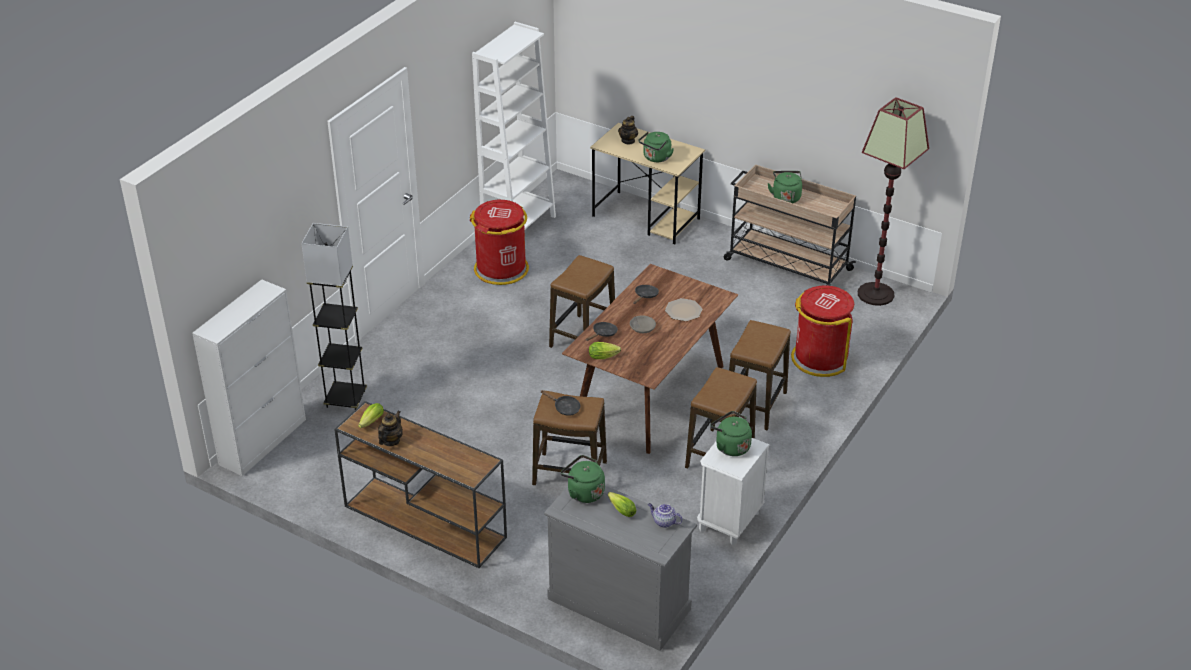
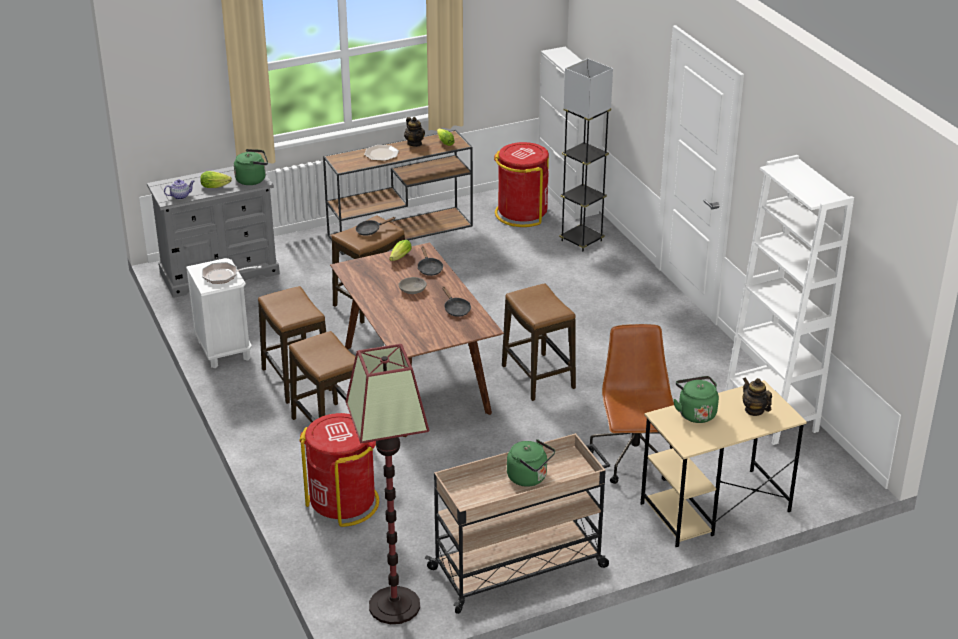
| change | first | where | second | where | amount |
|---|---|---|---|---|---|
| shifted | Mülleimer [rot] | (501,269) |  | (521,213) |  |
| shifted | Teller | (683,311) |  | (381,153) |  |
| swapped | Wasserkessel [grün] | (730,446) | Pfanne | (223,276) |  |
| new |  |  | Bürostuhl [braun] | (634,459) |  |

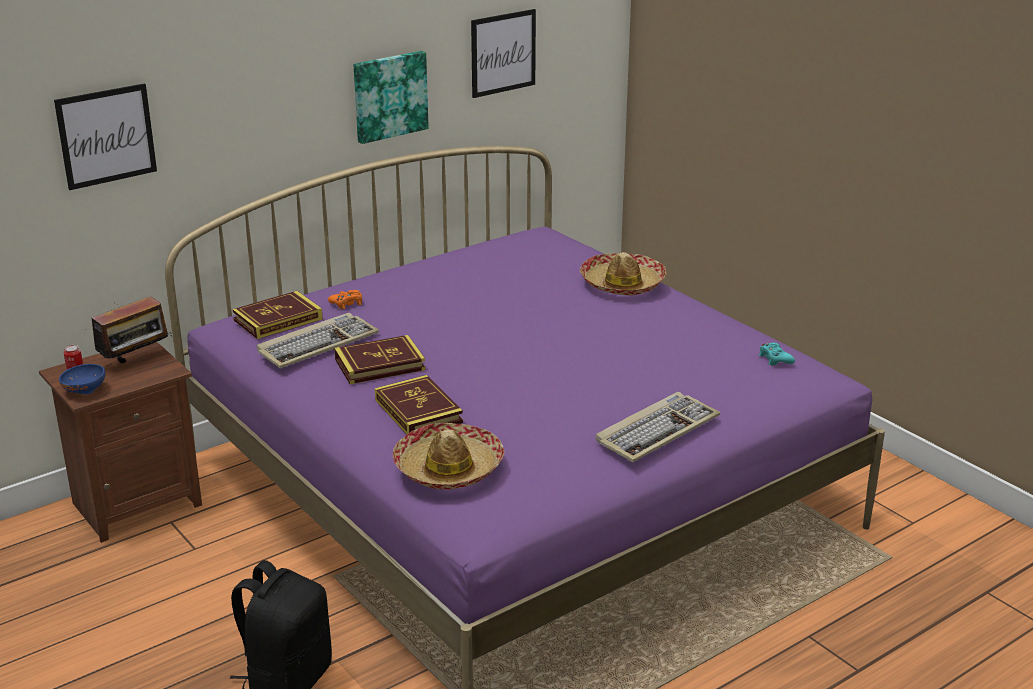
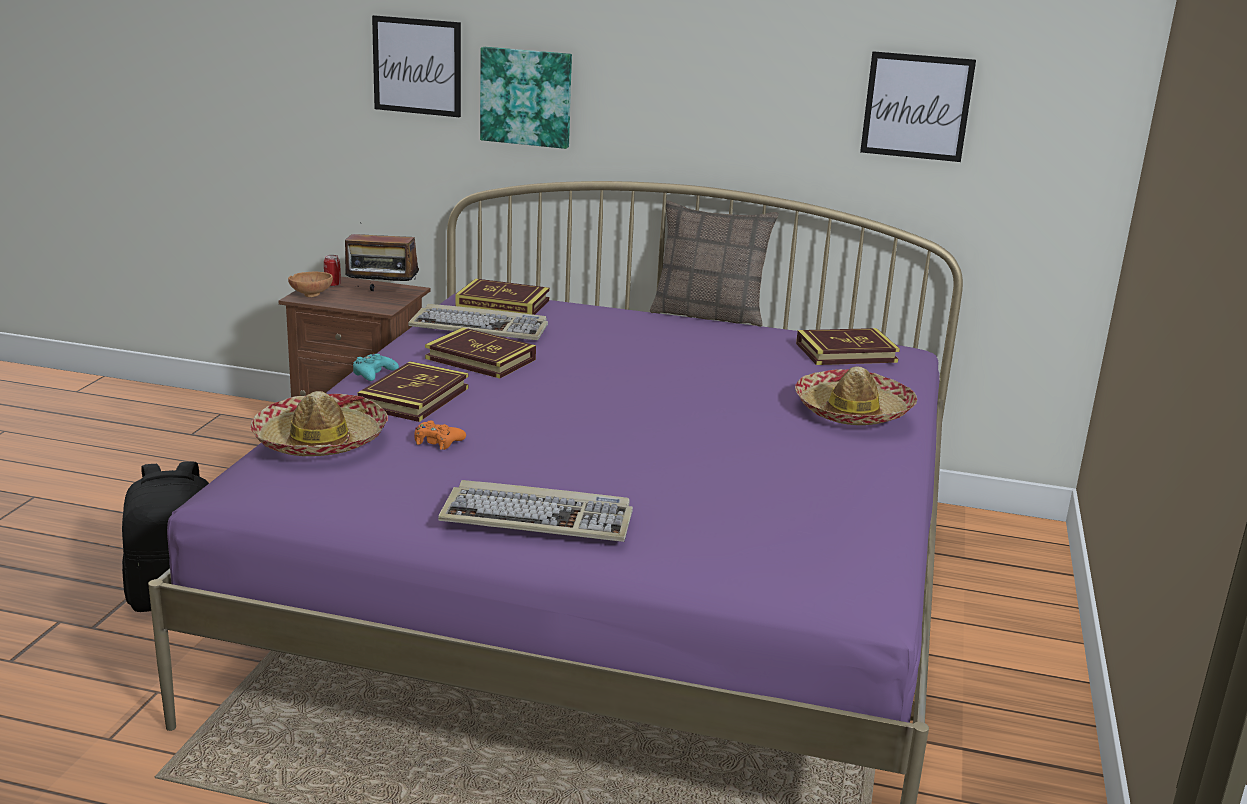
| change | first | where | second | where | amount |
|---|---|---|---|---|---|
| shifted | Bild | (389,96) |  | (526,97) |  |
| shifted | Gamepad [orange] | (347,303) |  | (437,442) |  |
| shifted | Gamepad [türkis] | (775,359) |  | (373,373) |  |
| repainted | Schüssel [blau] | (84,390) | Schüssel [braun] | (311,294) |  |
| new |  |  | Kissen | (709,314) |  |
| new |  |  | Buch | (846,353) |  |

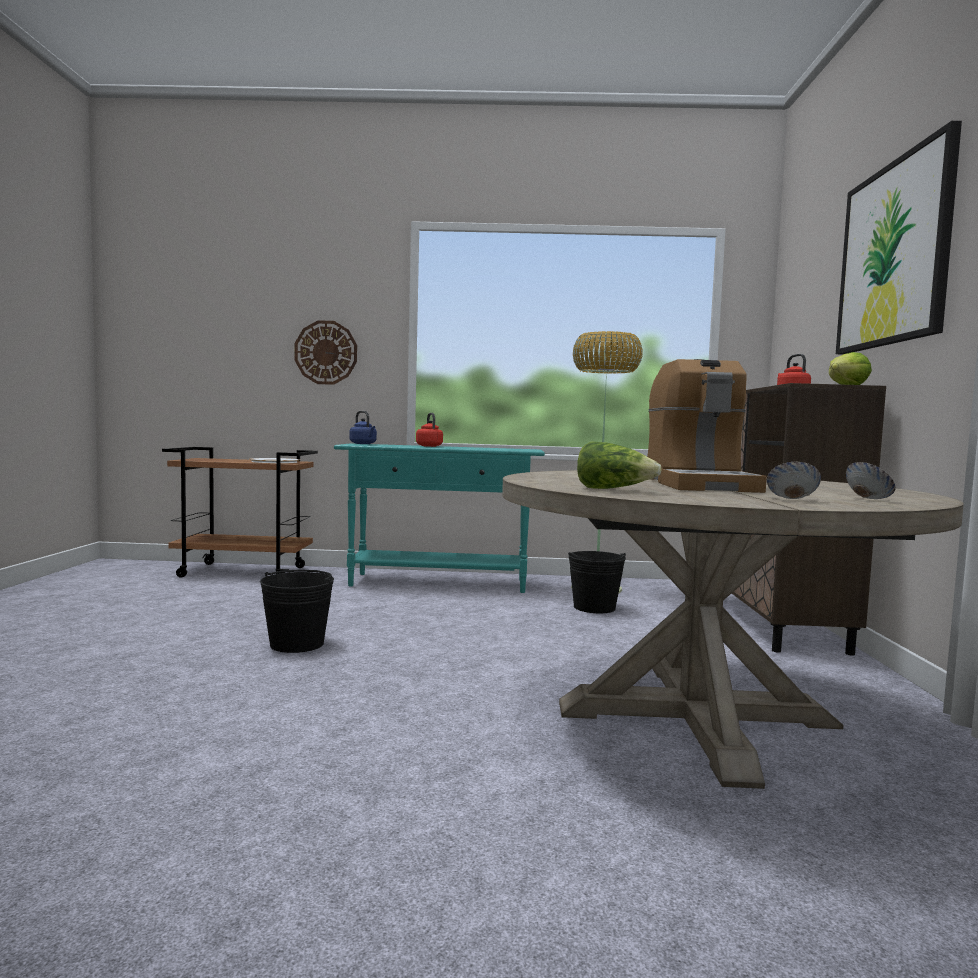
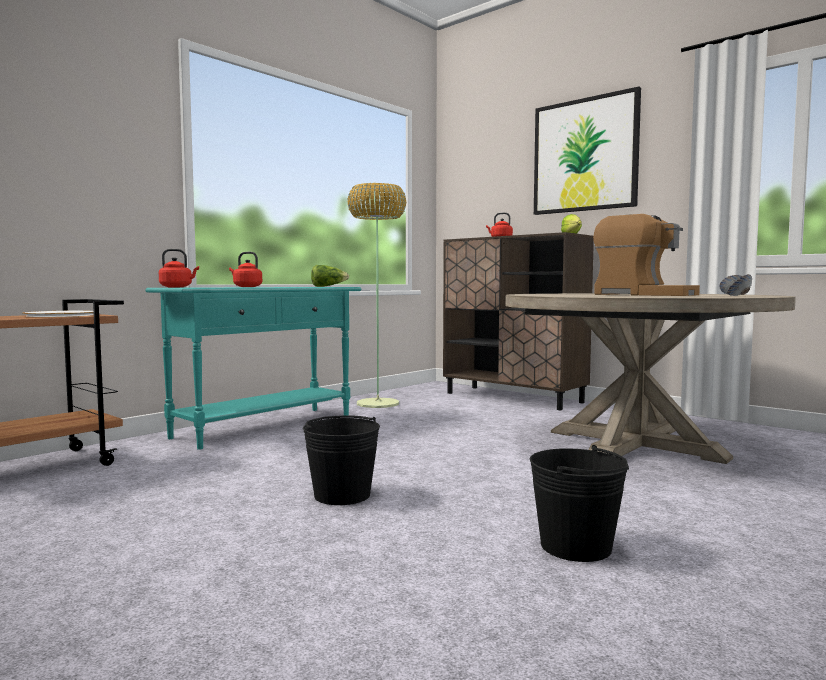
| change | first | where | second | where | amount |
|---|---|---|---|---|---|
| gone | Wanduhr | (326,352) |  |  |  |
| repainted | Wasserkessel [blau] | (364,444) | Wasserkessel [rot] | (177,287) |  |
| shifted | Salatkopf | (614,489) |  | (328,286) |  |
| shifted | Eimer [schwarz] | (594,607) |  | (576,546) |  |

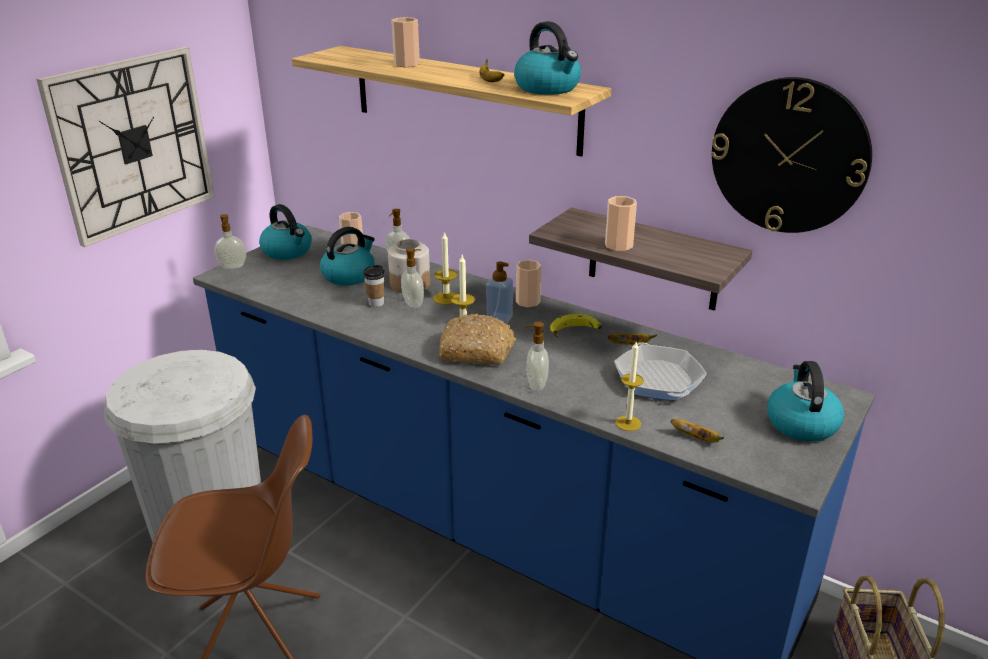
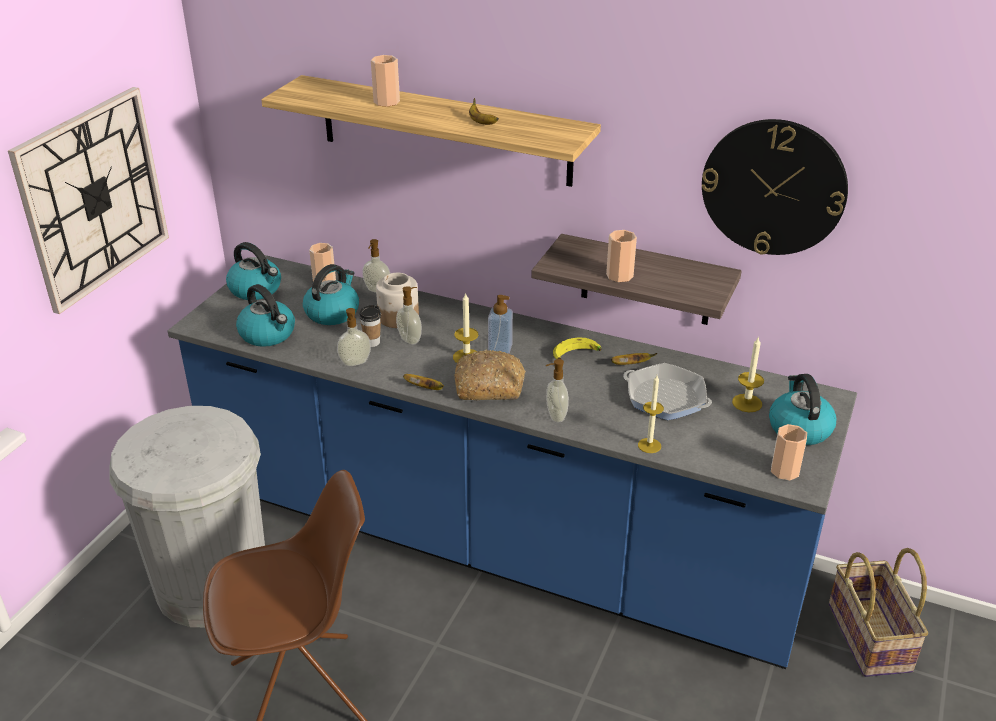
| change | first | where | second | where | amount |
|---|---|---|---|---|---|
| shifted | Wasserkessel | (548,88) |  | (268,334) |  |
| shifted | Seifenspender | (232,267) |  | (355,363) |  |
| shifted | Kerze | (446,298) |  | (747,403) |  |
| shifted | Tasse | (528,301) |  | (785,471) |  |
| rotated | Pfanne | (658,379) |  | (665,398) | 150 degrees clockwise |
| shifted | Banane | (697,438) |  | (425,388) |  |

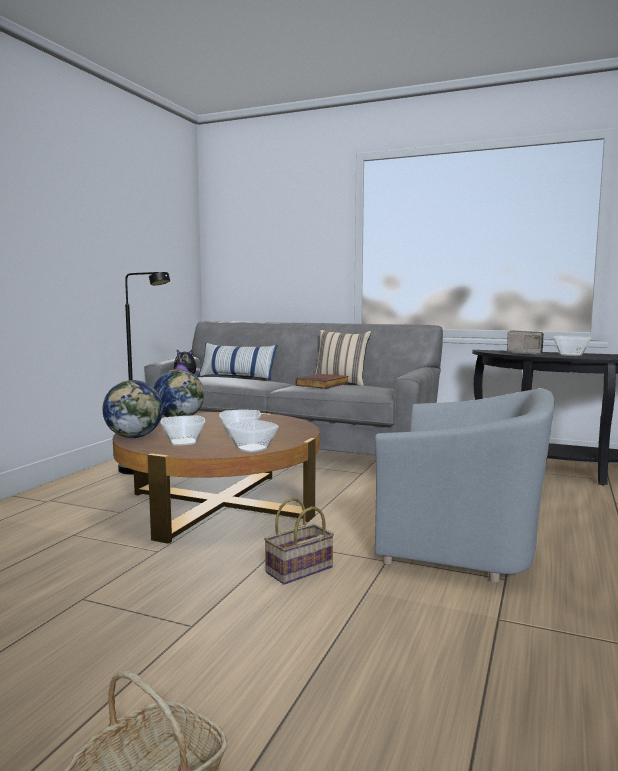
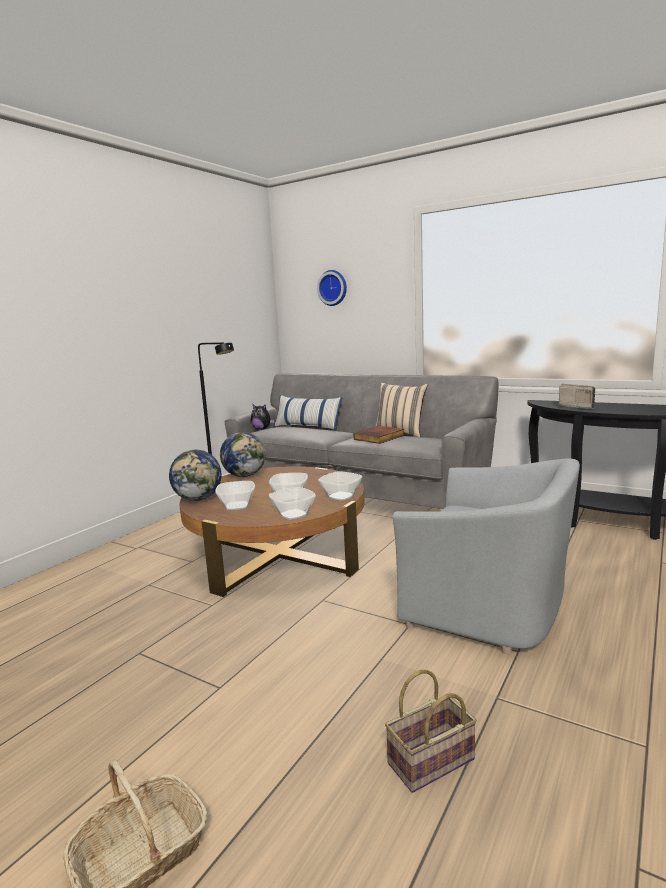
| change | first | where | second | where | amount |
|---|---|---|---|---|---|
| shifted | Schüssel | (571,355) |  | (341,496) |  |
| shifted | Korb | (298,571) |  | (430,763) |  |
| new |  |  | Wanduhr | (333,288) |  |

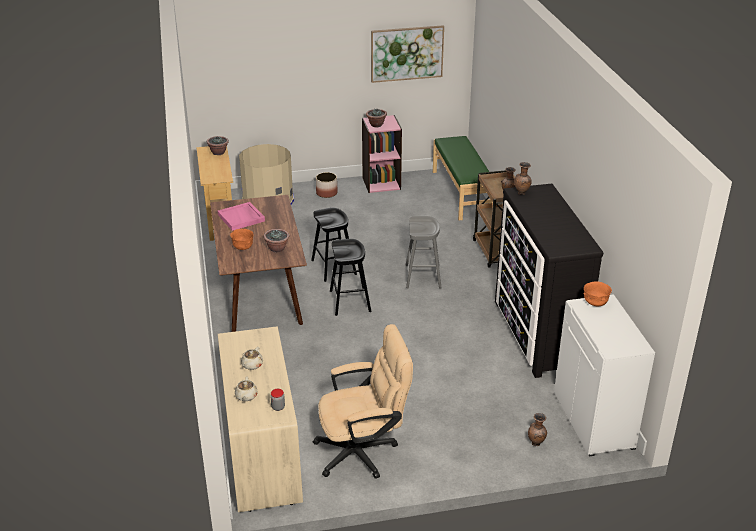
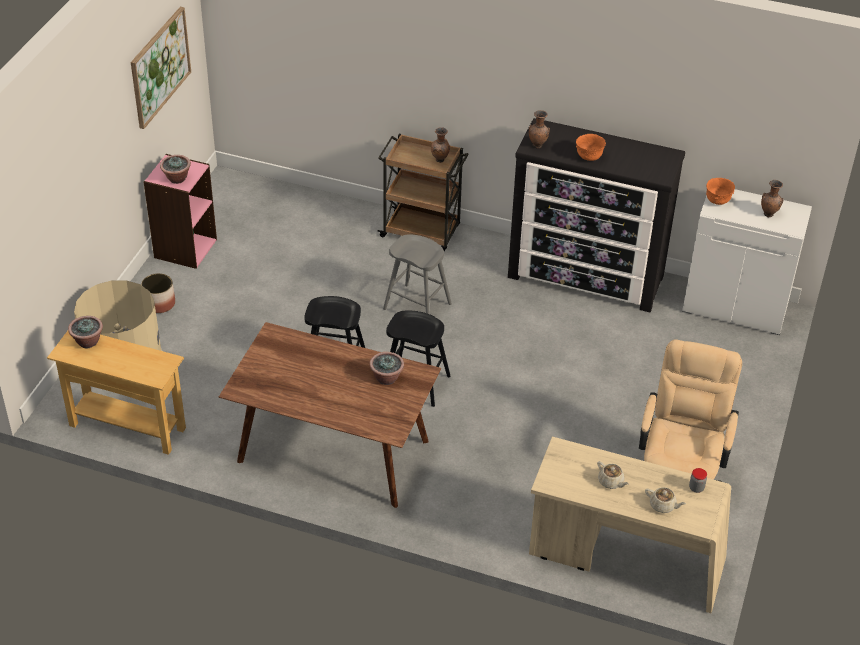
| change | first | where | second | where | amount |
|---|---|---|---|---|---|
| gone | Bank [grün] | (462,193) |  |  |  |
| gone | Tablett [rosa] | (241,218) |  |  |  |
| shifted | Schüssel [orange] | (243,247) |  | (589,157) |  |
| shifted | Vase [braun] | (536,443) |  | (769,214) |  |

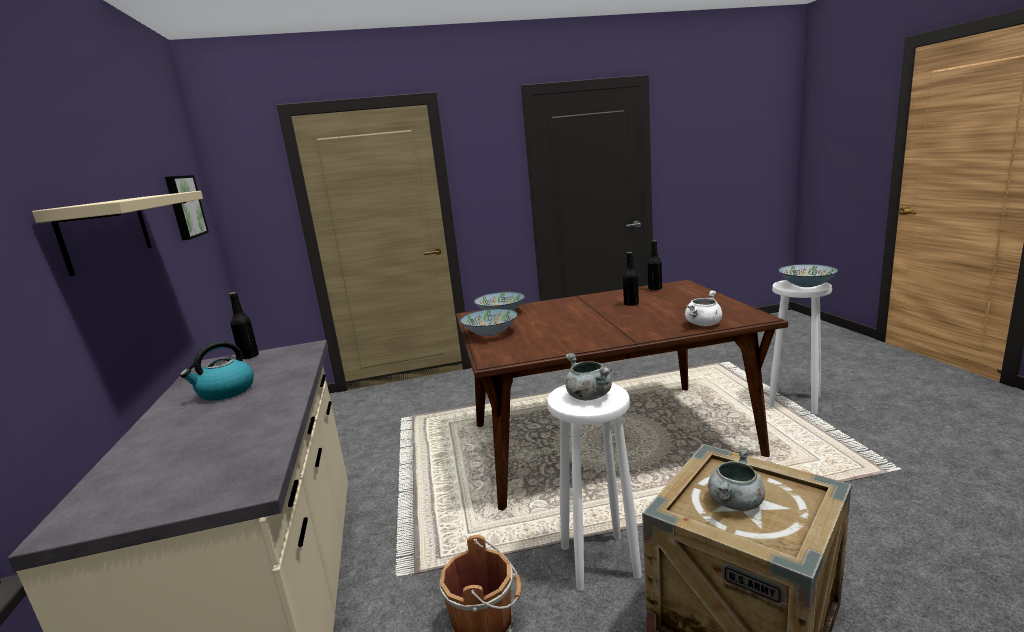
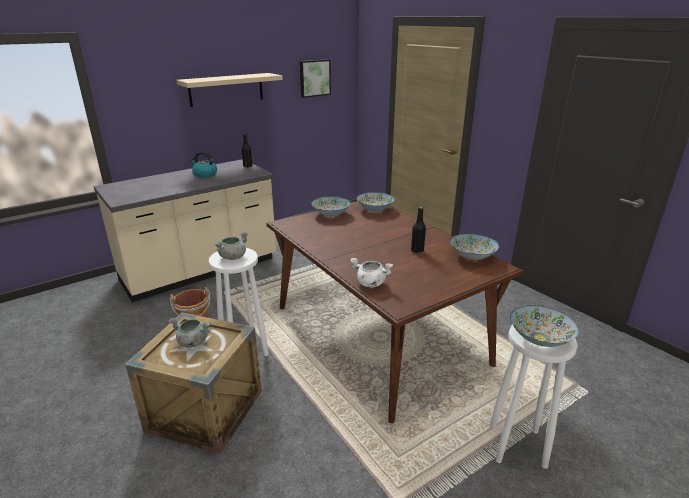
| change | first | where | second | where | amount |
|---|---|---|---|---|---|
| swapped | Flasche [schwarz] | (655,289) | Schüssel | (472,256) |  |

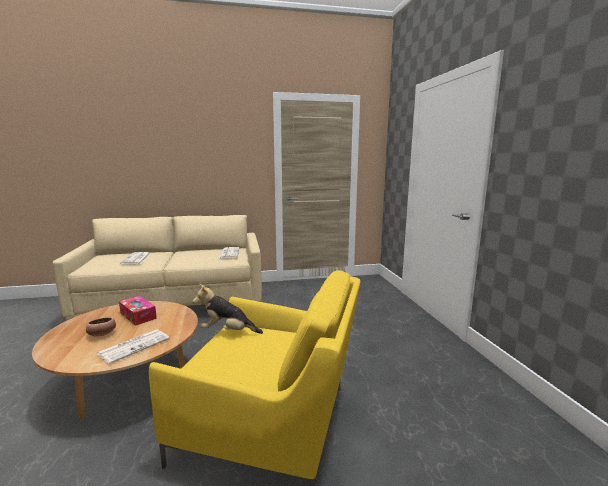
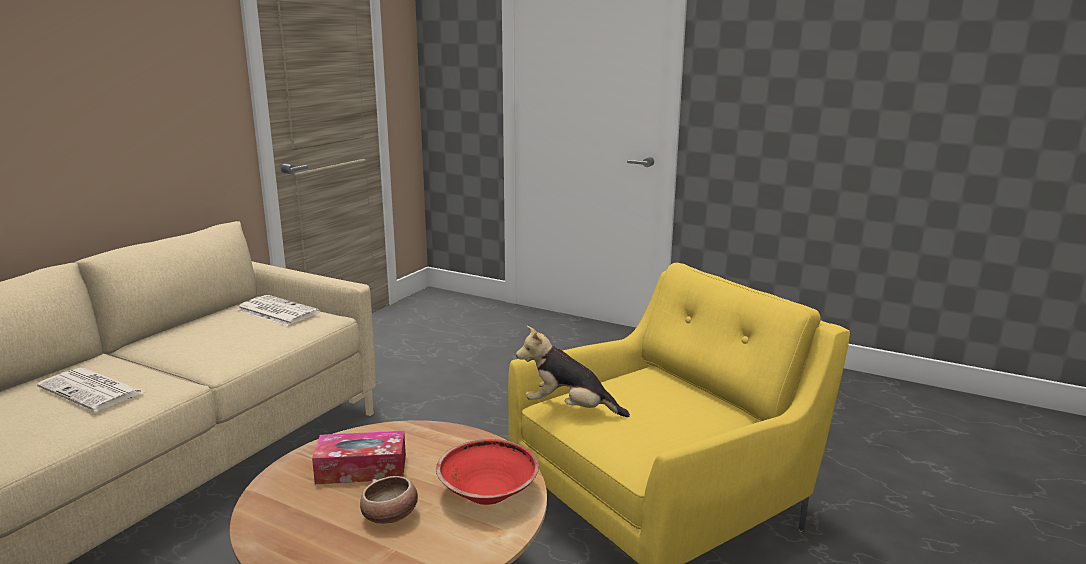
| change | first | where | second | where | amount |
|---|---|---|---|---|---|
| rotated | Plüschtier | (227,332) |  | (569,409) | 60 degrees clockwise |
| swapped | Zeitung | (135,346) | Schüssel [rot] | (488,493) |  |

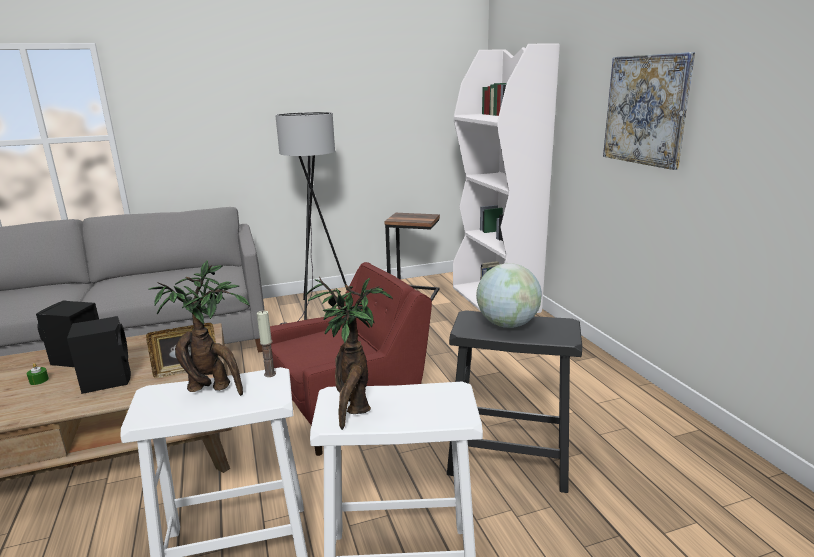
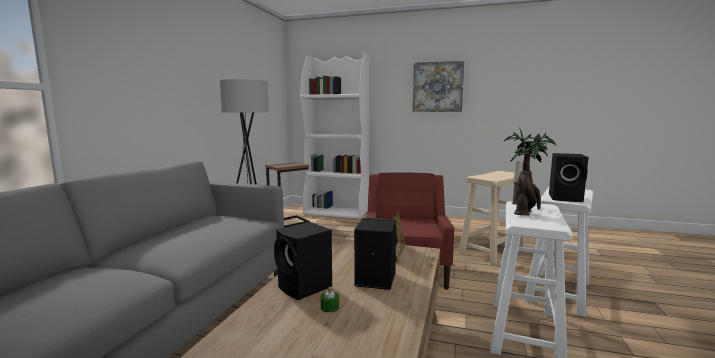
| change | first | where | second | where | amount |
|---|---|---|---|---|---|
| gone | Globus | (507,324) |  |  |  |
| swapped | Topfpflanze | (354,408) | Lautsprecher [schwarz] | (566,198) |  |
| repainted | Hocker [schwarz] | (507,458) | Hocker [beige] | (492,251) |  |

